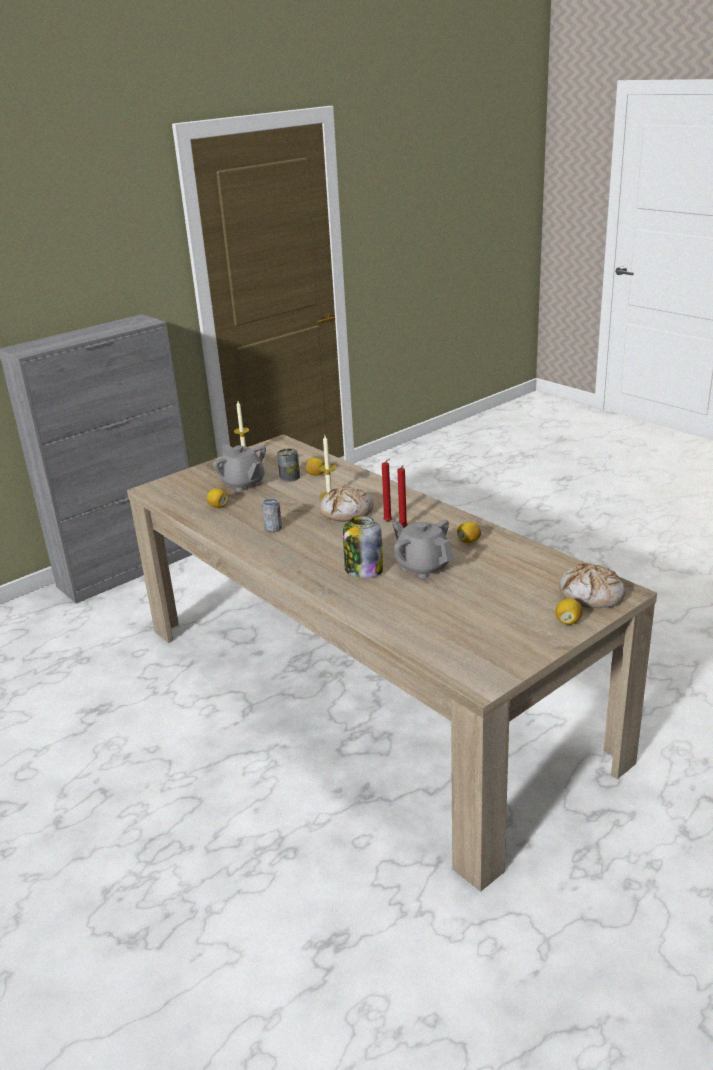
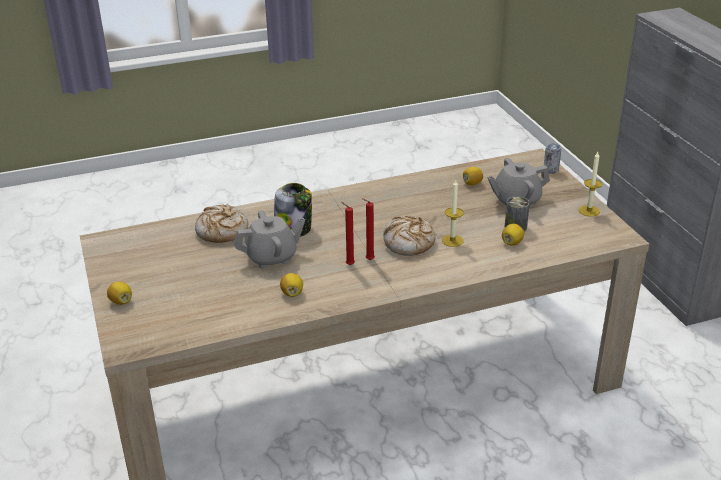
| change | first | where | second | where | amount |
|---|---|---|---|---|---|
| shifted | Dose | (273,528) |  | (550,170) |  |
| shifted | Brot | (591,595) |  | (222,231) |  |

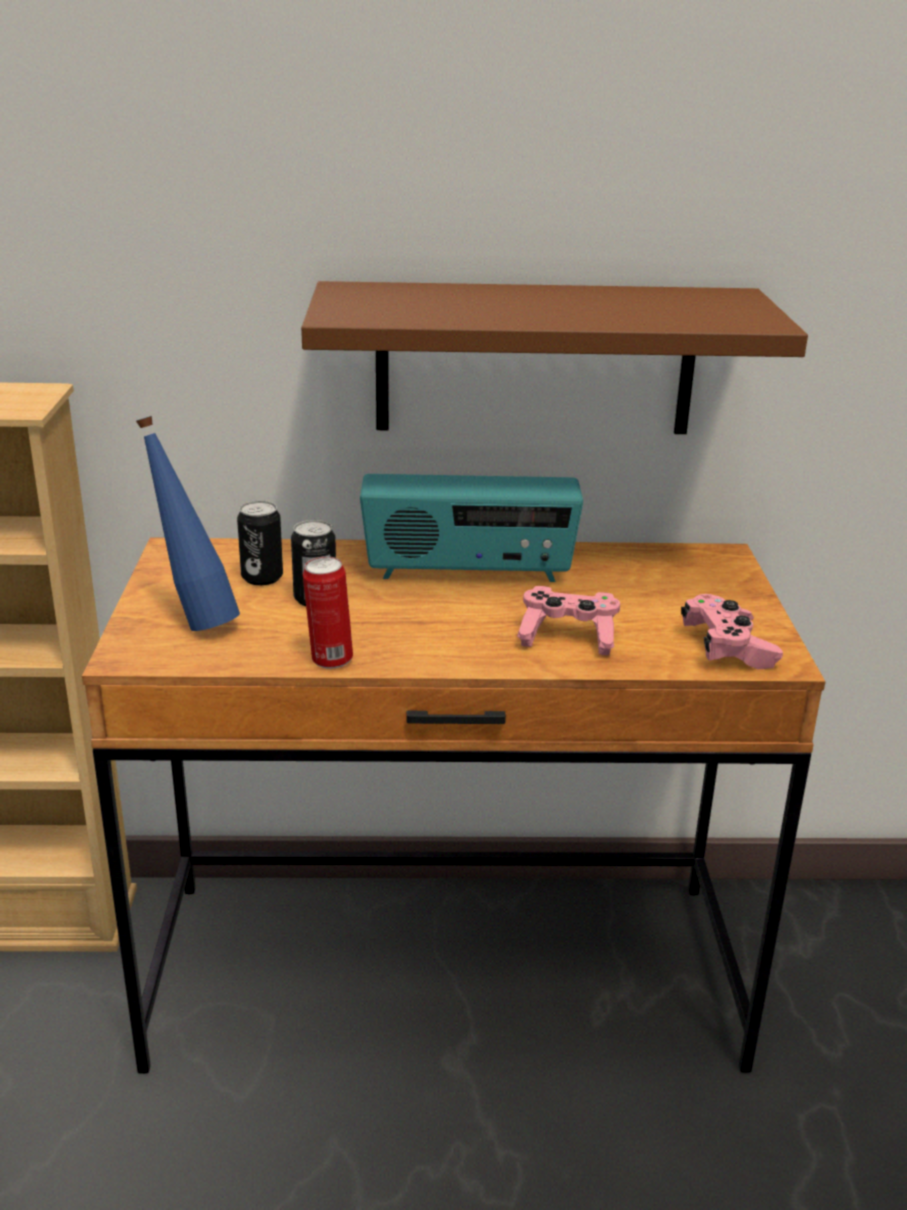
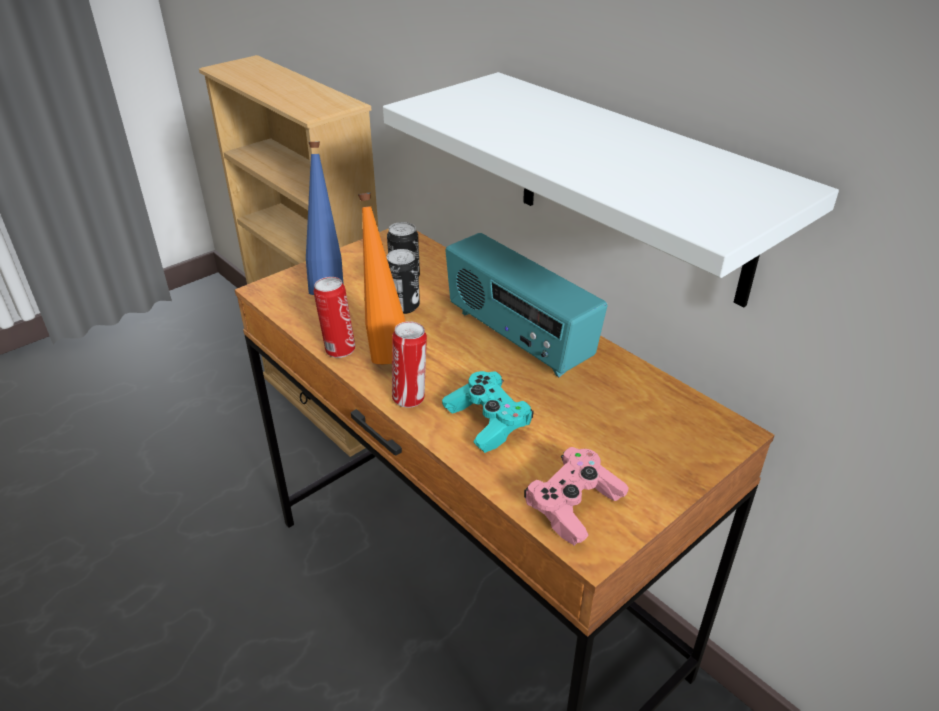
| change | first | where | second | where | amount |
|---|---|---|---|---|---|
| repainted | Wandregal [braun] | (535,359) | Wandregal [weiß] | (632,187) |  |
| repainted | Gamepad [rosa] | (568,636) | Gamepad [türkis] | (487,422) |  |
| new |  |  | Flasche [orange] | (385,350) |  |
| new |  |  | Dose | (410,398) |  |

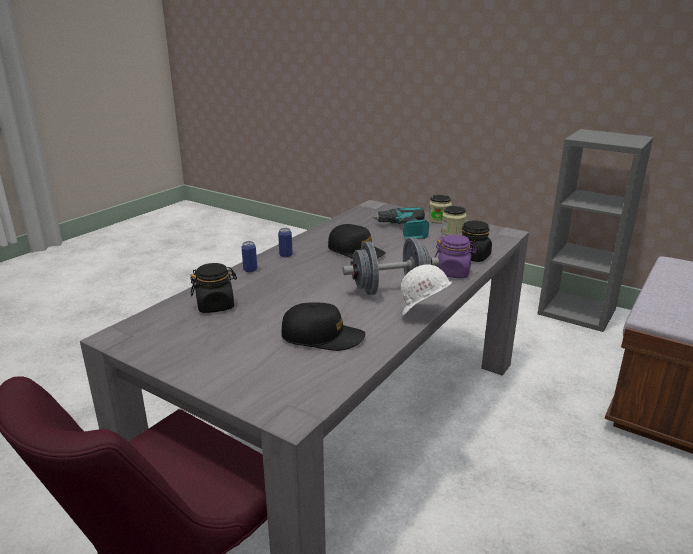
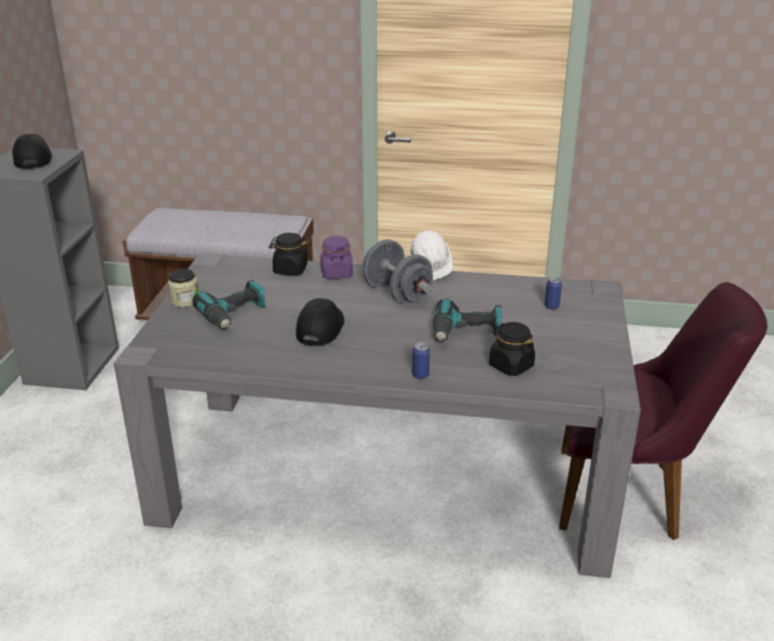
| change | first | where | second | where | amount |
|---|---|---|---|---|---|
| gone | Vorratsglas | (453,232) |  |  |  |
| shifted | Dose | (286,255) |  | (551,306) |  |
| shifted | Kappe [schwarz] | (322,337) |  | (33,160) |  |
| new |  |  | Bohrmaschine | (466,333) |  |

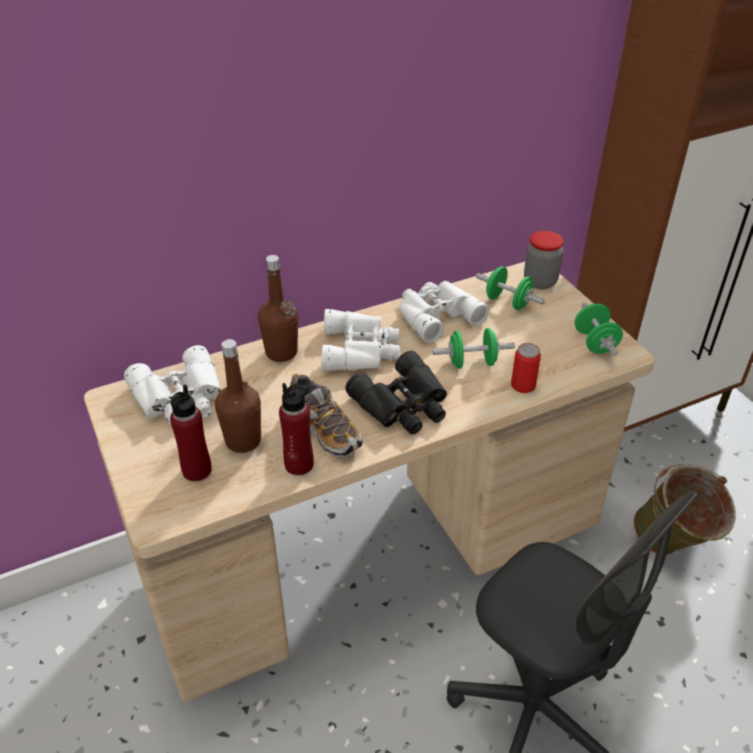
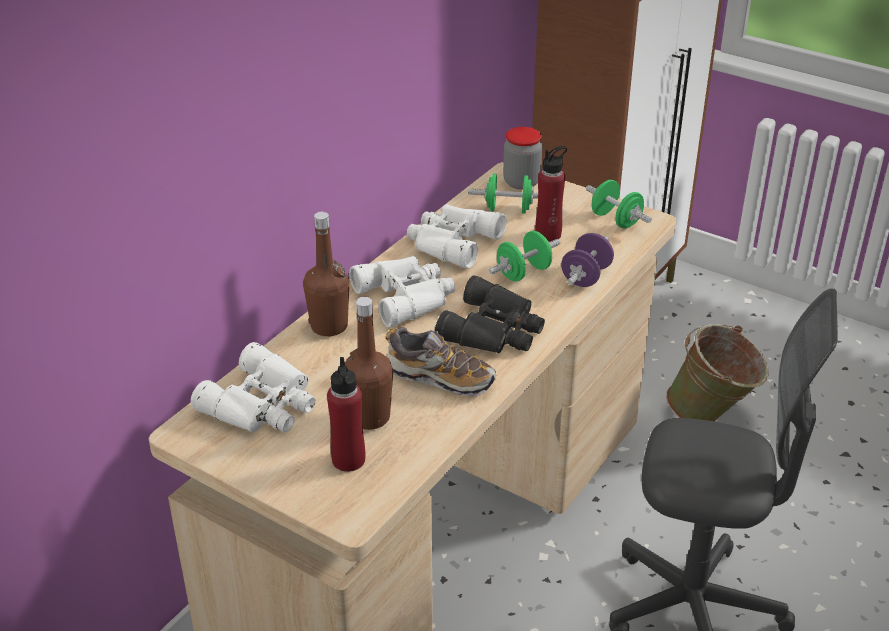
| change | first | where | second | where | amount |
|---|---|---|---|---|---|
| swapped | Dose | (523,385) | Hantel [lila] | (586,276) |  |
| shifted | Flasche [rot] | (299,464) |  | (548,234) |  |

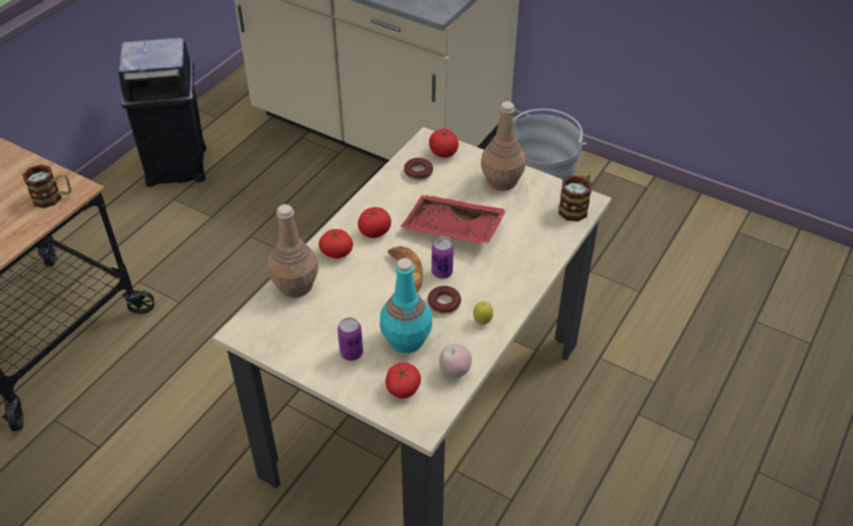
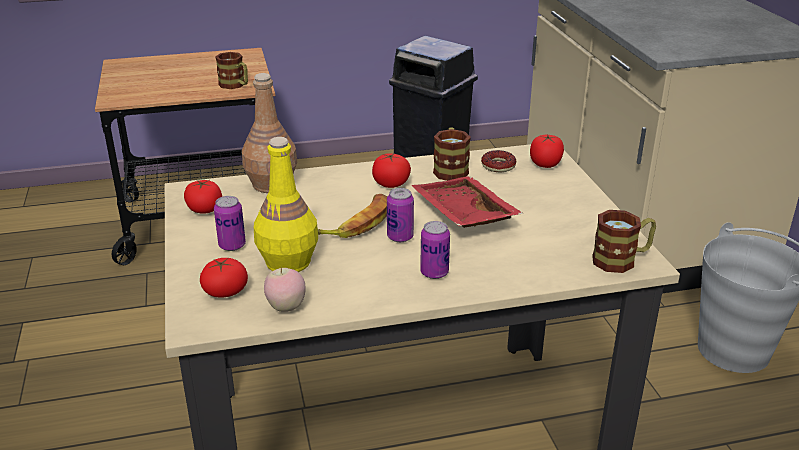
| change | first | where | second | where | amount |
|---|---|---|---|---|---|
| gone | Flasche [braun] | (501,180) |  |  |  |
| shifted | Tomate | (336,252) |  | (204,209) |  |
| repainted | Flasche [türkis] | (405,340) | Flasche [gelb] | (287,262) |  |
| gone | Donut | (444,303) |  |  |  |
| gone | Zitrone | (482,322) |  |  |  |
| new |  |  | Henkelbecher | (450,169) |  |
| new |  |  | Dose | (434,273) |  |

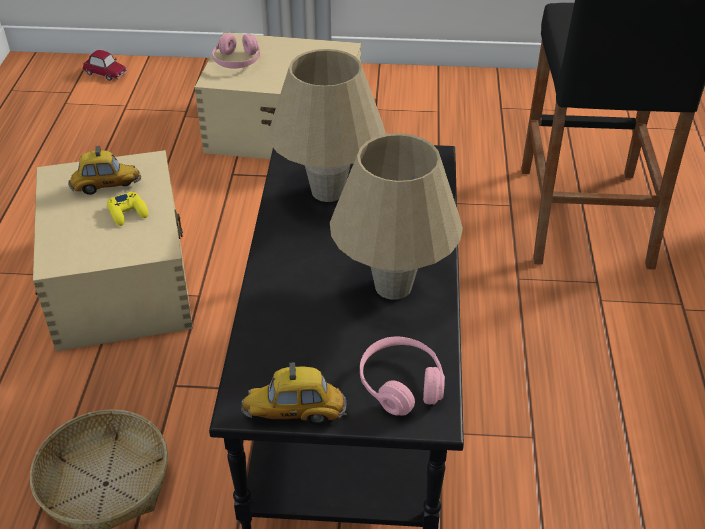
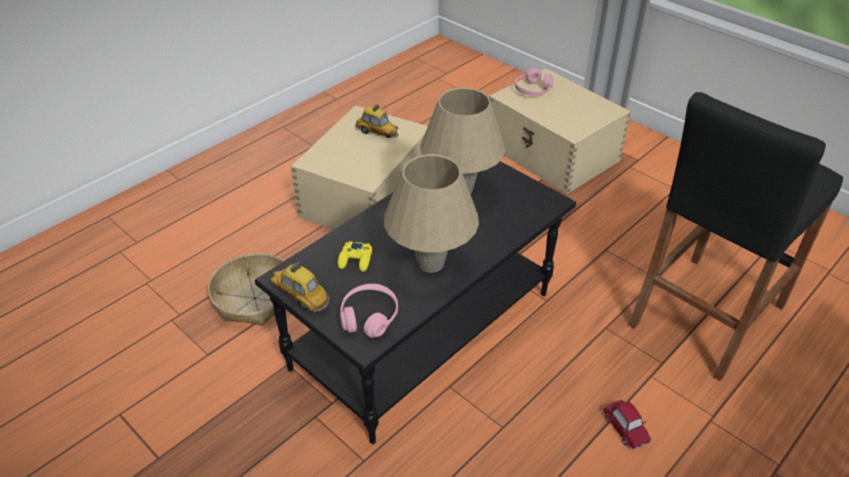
| change | first | where | second | where | amount |
|---|---|---|---|---|---|
| shifted | Spielzeugauto | (105,73) |  | (626,428) |  |
| shifted | Gamepad [gelb] | (128,212) |  | (356,260) |  |

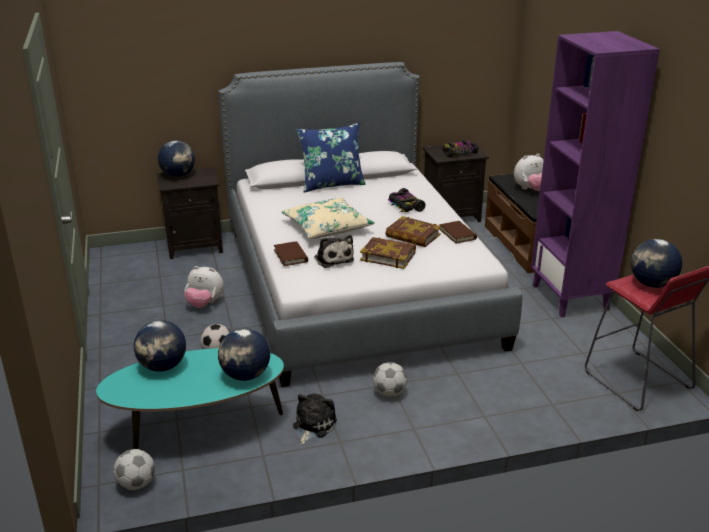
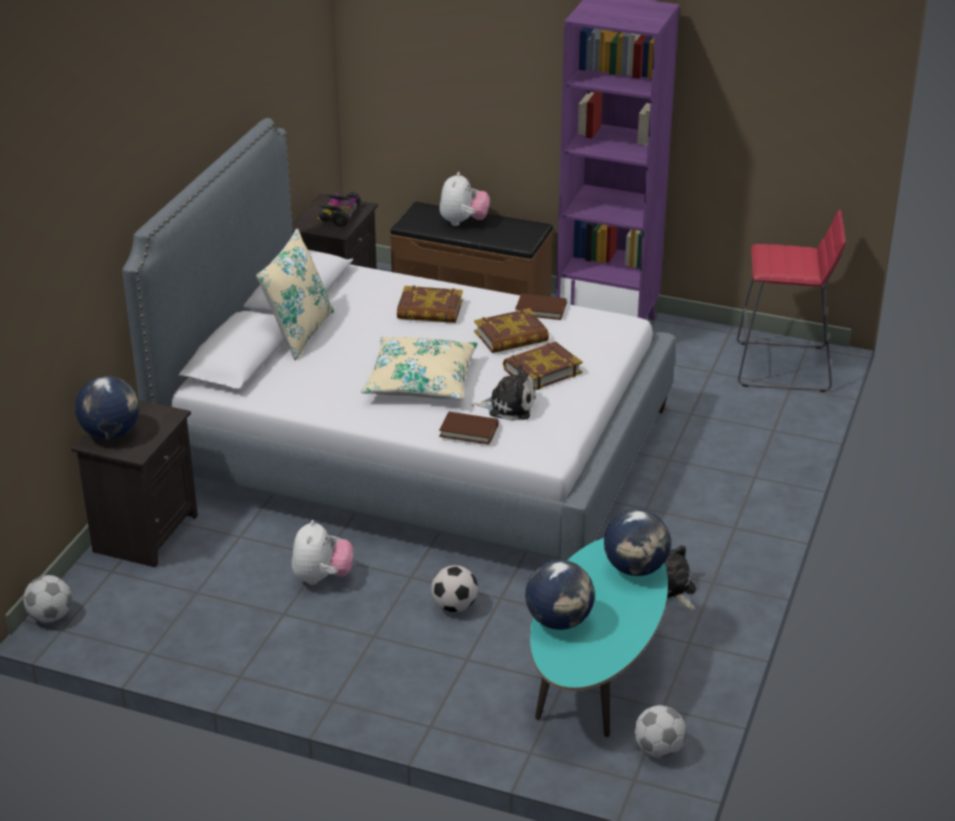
| change | first | where | second | where | amount |
|---|---|---|---|---|---|
| repainted | Kissen [blau] | (332,184) | Kissen [beige] | (299,333) |  |
| swapped | Spielzeugauto | (405,206) | Buch | (430,310) |  |
| gone | Globus | (652,284) |  |  |  |
| rotated | Plüschtier | (204,304) |  | (322,578) | 45 degrees counterclockwise |
| shifted | Fußball | (389,393) |  | (50,616) |  |

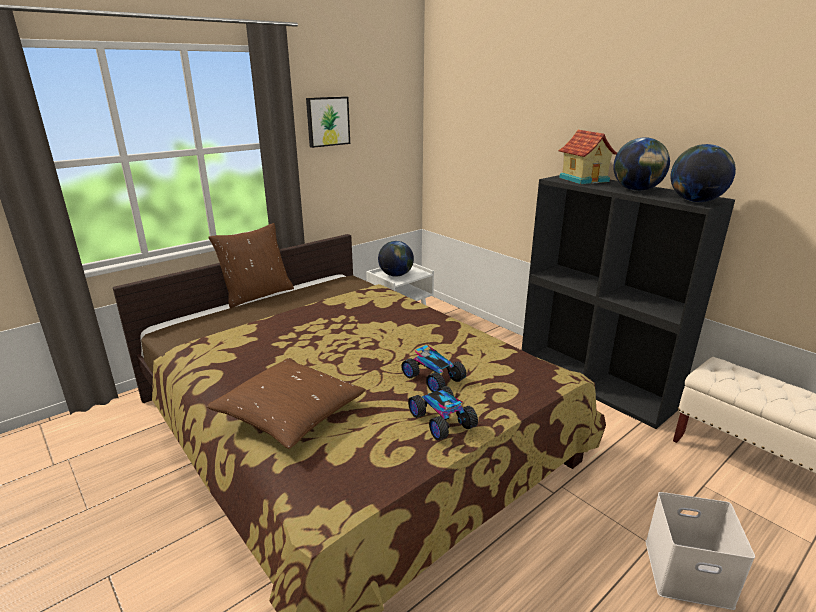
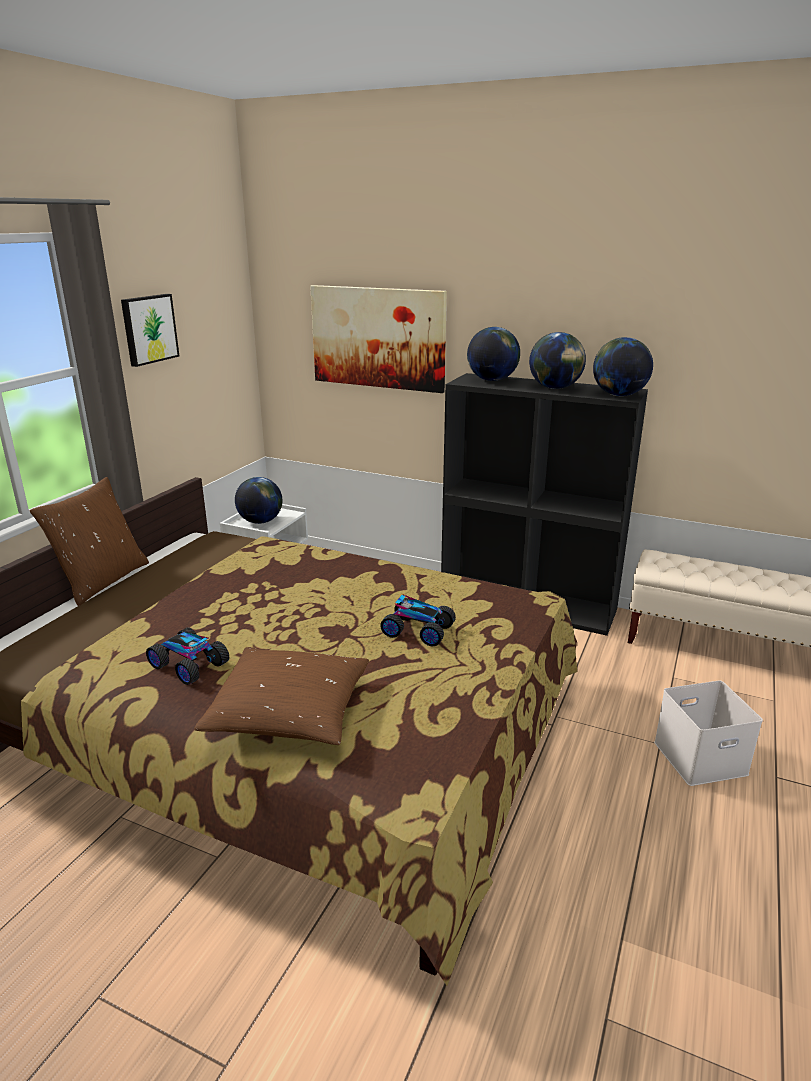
| change | first | where | second | where | amount |
|---|---|---|---|---|---|
| swapped | Spielzeughaus | (584,179) | Globus | (492,380) |  |
| shifted | Spielzeugauto | (442,420) |  | (190,664) |  |
| new |  |  | Bild | (378,338) |  |

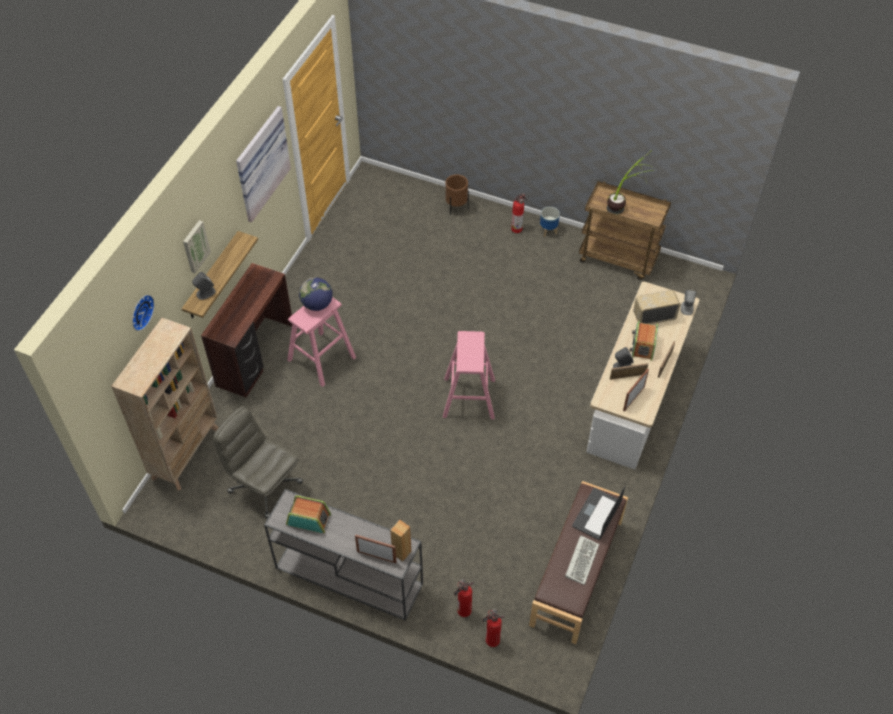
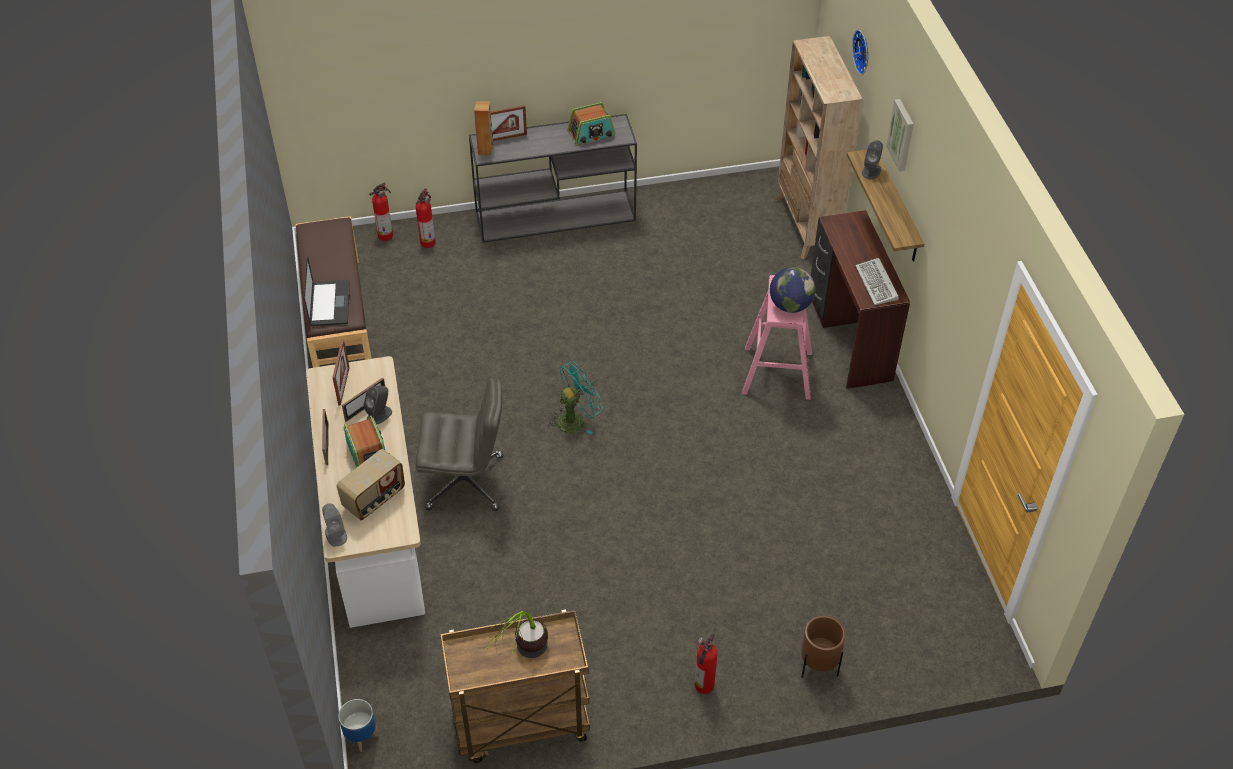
| change | first | where | second | where | amount |
|---|---|---|---|---|---|
| gone | Bild | (260,163) |  |  |  |
| shifted | Pflanzkübel | (548,230) |  | (361,737) |  |
| swapped | Hocker [rosa] | (469,398) | Ventilator [türkis] | (575,419) |  |
| shifted | Bürostuhl [grau] | (264,486) |  | (466,482) |  |
| shifted | Tastatur | (581,560) |  | (877,284) |  |

